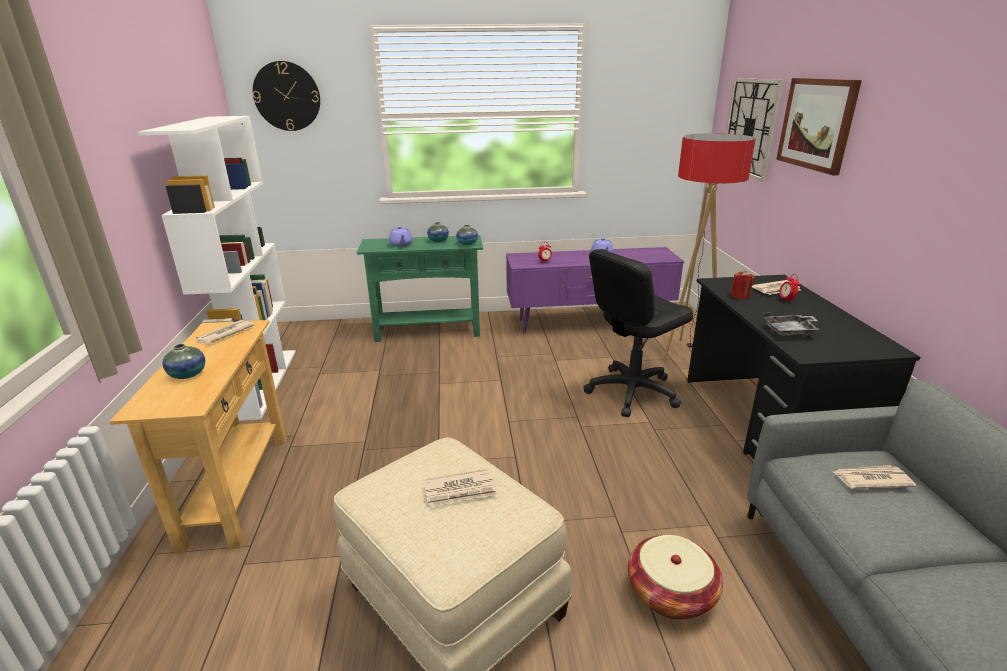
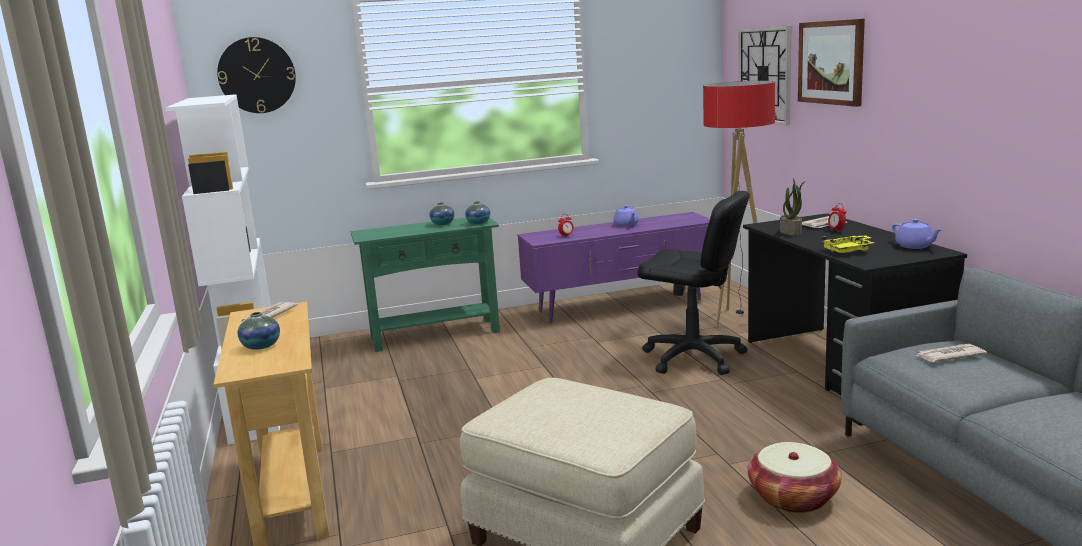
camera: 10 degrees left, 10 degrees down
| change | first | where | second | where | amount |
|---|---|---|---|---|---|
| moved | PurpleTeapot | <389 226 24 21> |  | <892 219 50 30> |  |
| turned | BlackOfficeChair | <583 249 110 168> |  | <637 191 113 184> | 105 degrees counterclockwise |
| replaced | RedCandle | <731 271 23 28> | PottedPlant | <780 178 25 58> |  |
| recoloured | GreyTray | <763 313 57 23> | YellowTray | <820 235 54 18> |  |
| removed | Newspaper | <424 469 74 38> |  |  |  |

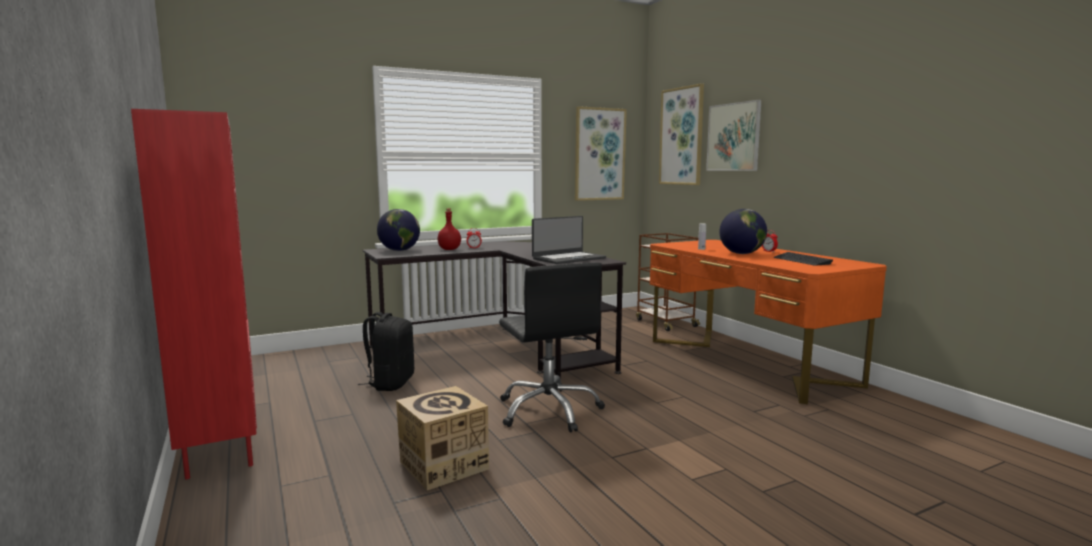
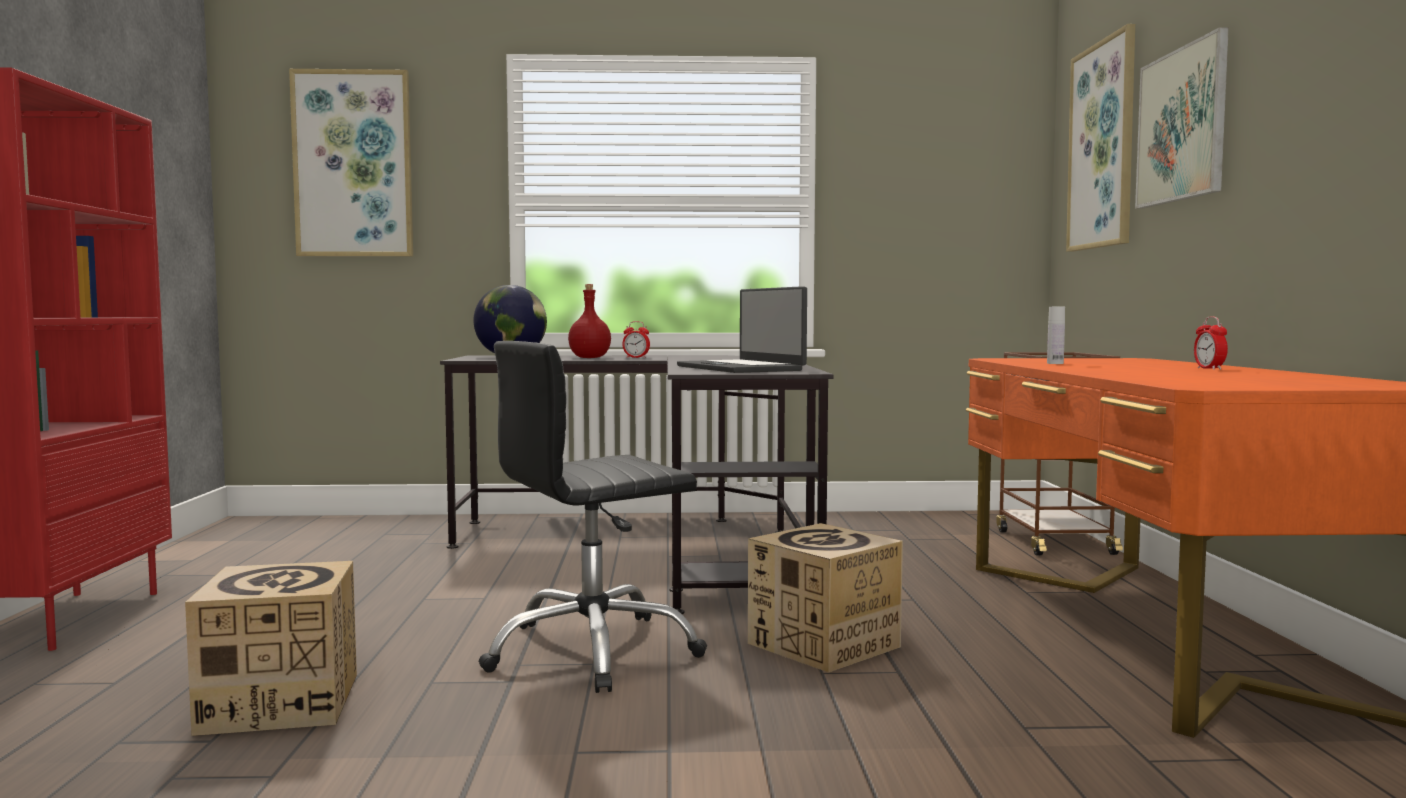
camera: 25 degrees right, 5 degrees down
| change | first | where | second | where | amount |
|---|---|---|---|---|---|
| moved | Picture | <575 106 52 95> |  | <289 69 124 188> |  |
| removed | Globe | <719 209 48 45> |  |  |  |
| turned | Laptop | <532 216 74 48> |  | <677 286 130 87> | 75 degrees clockwise |
| removed | Keyboard | <774 252 59 14> |  |  |  |
| turned | BlackOfficeChair | <499 263 106 170> |  | <479 341 228 352> | 60 degrees clockwise |
| removed | BlackBackpack | <358 312 56 79> |  |  |  |
| added |  |  | CardboardBox | <748 523 155 150> |  |

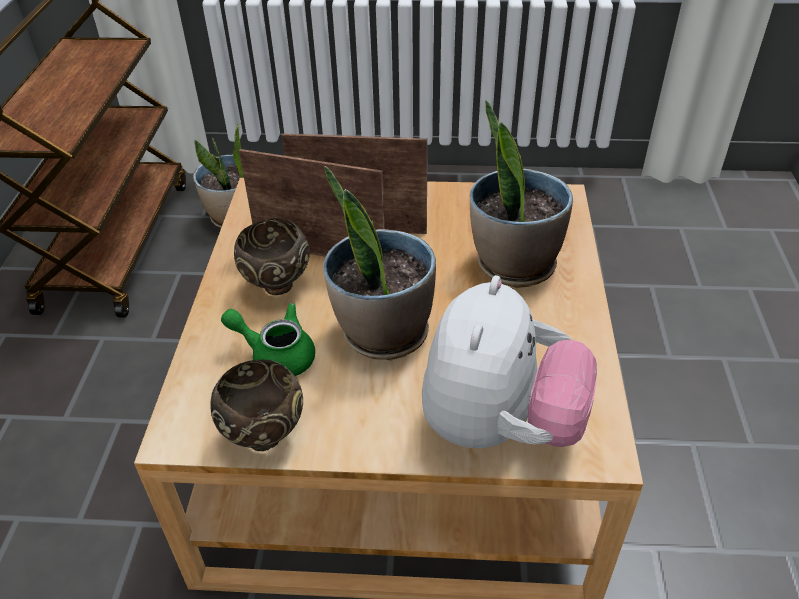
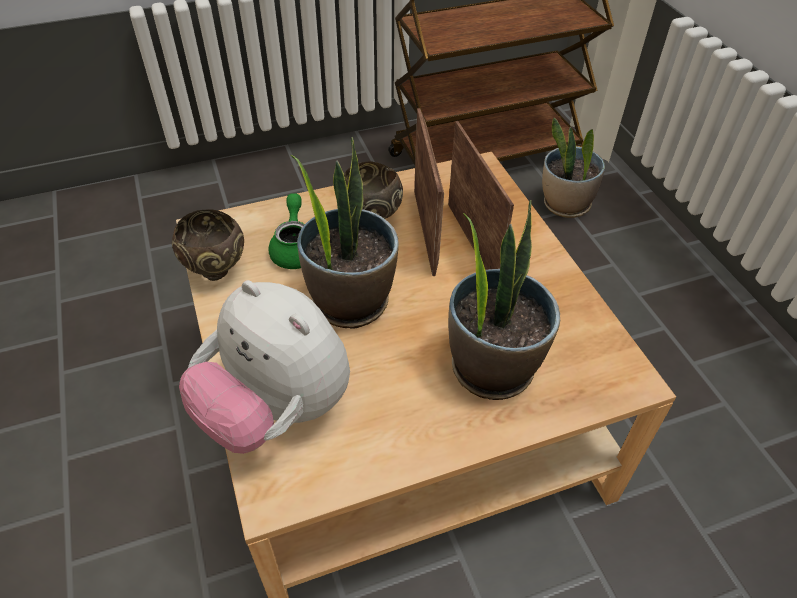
camera: 65 degrees right, 5 degrees up
| change | first | where | second | where | amount |
|---|---|---|---|---|---|
| turned | PlushToy | <422 275 175 173> |  | <179 280 171 174> | 45 degrees clockwise |

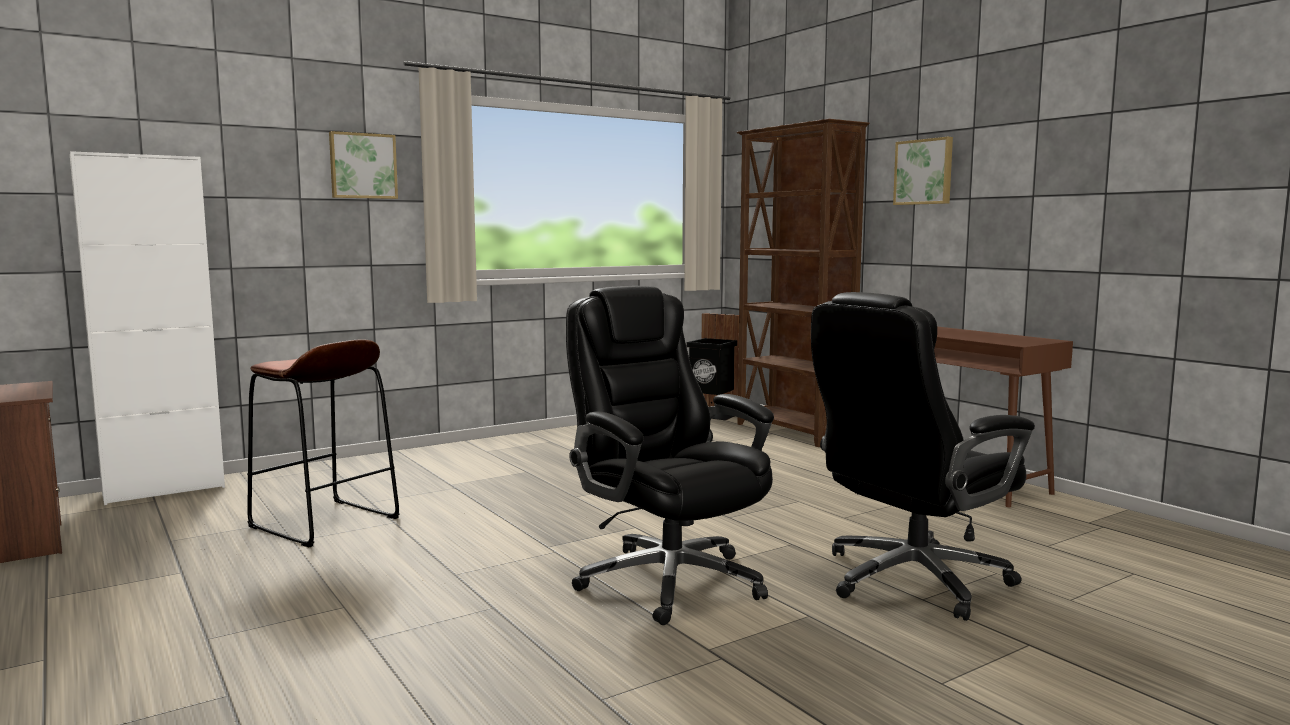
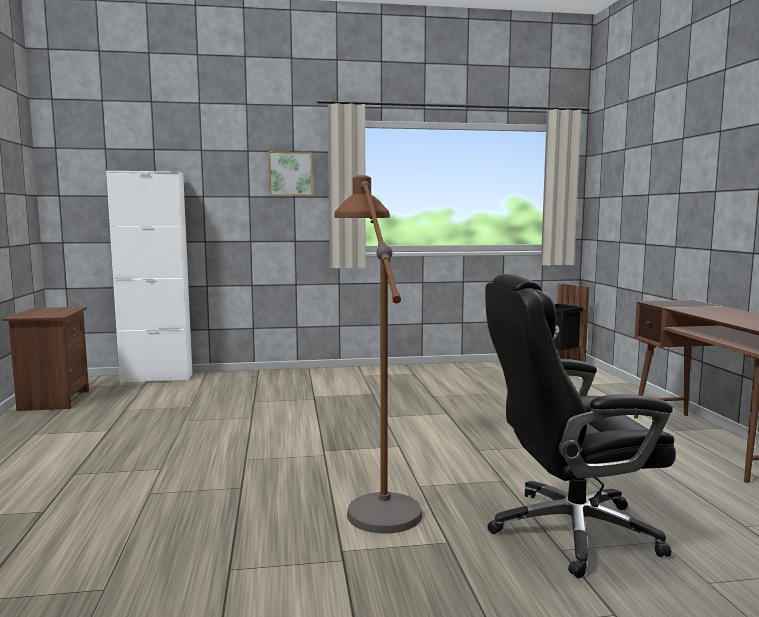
camera: 25 degrees right, 0 degrees up
| change | first | where | second | where | amount |
|---|---|---|---|---|---|
| removed | BrownBookcase | <737 119 133 328> |  |  |  |
| removed | Picture | <893 137 60 68> |  |  |  |
| replaced | BlackOfficeChair | <566 286 208 339> | BrownFloorLamp | <335 175 87 359> |  |
| removed | BrownStool | <247 339 153 208> |  |  |  |

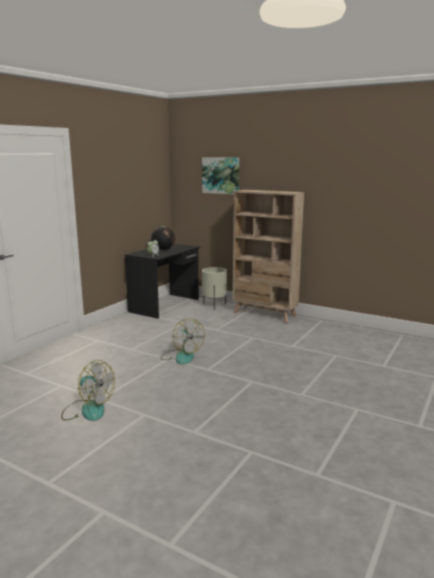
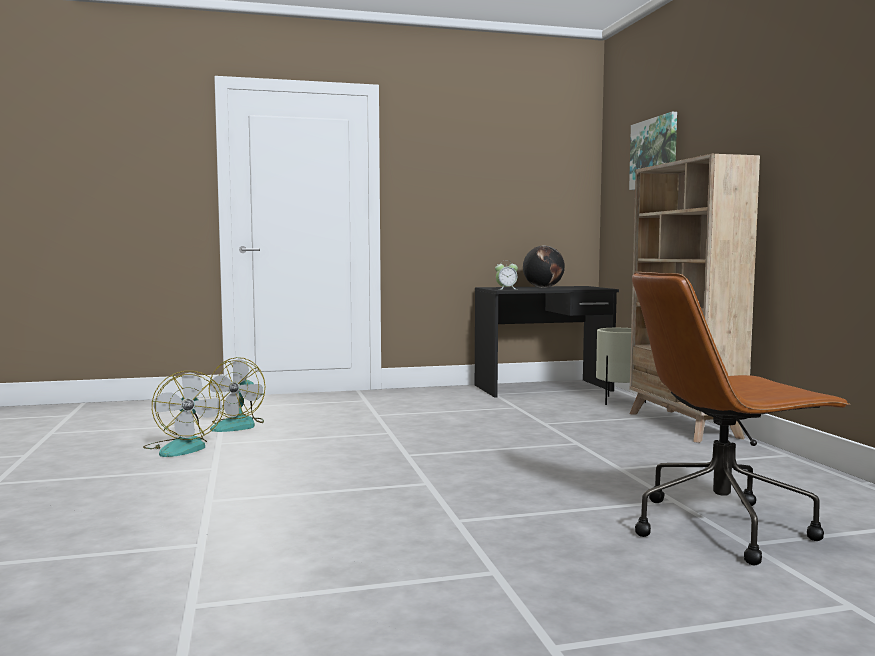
camera: 45 degrees right, 10 degrees down
| change | first | where | second | where | amount |
|---|---|---|---|---|---|
| moved | Fan | <161 318 44 47> |  | <209 357 56 75> |  |
| added |  |  | BrownOfficeChair | <632 272 218 293> |  |

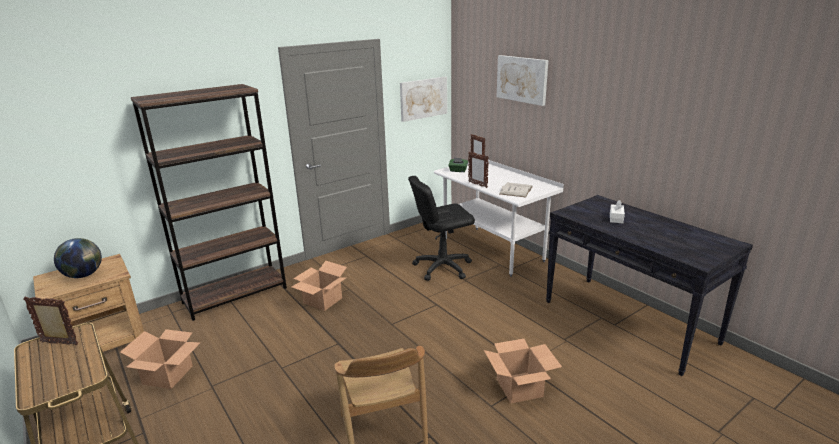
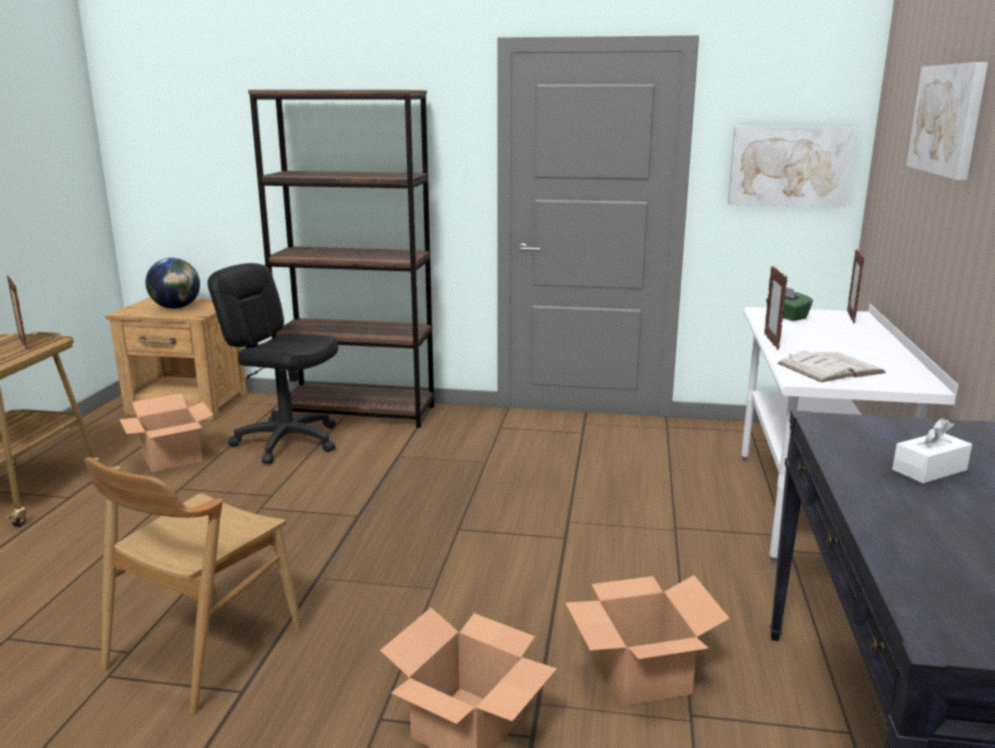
camera: 45 degrees right, 5 degrees down
| change | first | where | second | where | amount |
|---|---|---|---|---|---|
| moved | BlackOfficeChair | <408 176 67 105> |  | <208 263 130 201> |  |
| moved | CardboardBox | <292 261 55 50> |  | <565 575 165 131> |  |

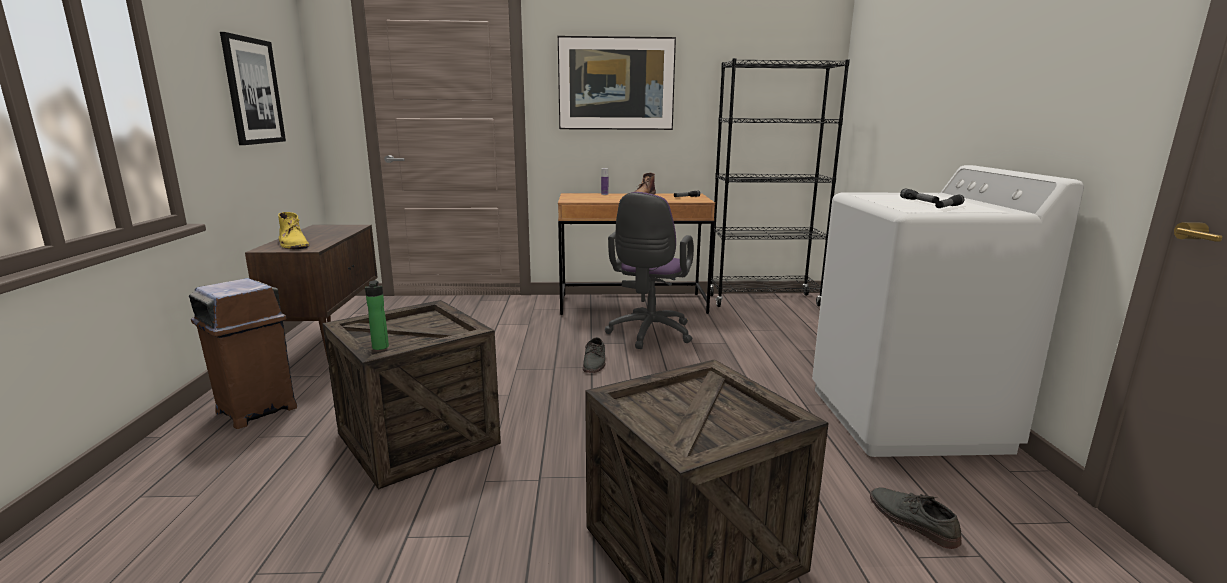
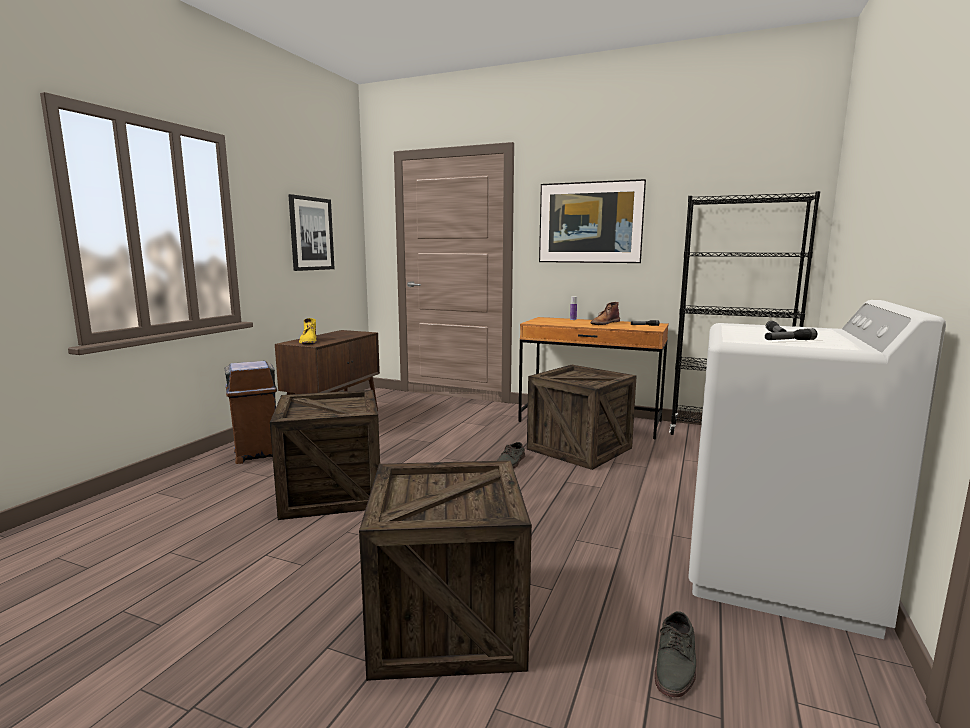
camera: 25 degrees right, 5 degrees down
| change | first | where | second | where | amount |
|---|---|---|---|---|---|
| replaced | PurpleOfficeChair | <605 192 89 157> | Crate | <527 365 110 105> |  |
| removed | Bottle | <365 280 24 70> |  |  |  |
| turned | GreyShoe | <870 487 92 62> |  | <655 611 41 86> | 150 degrees counterclockwise |

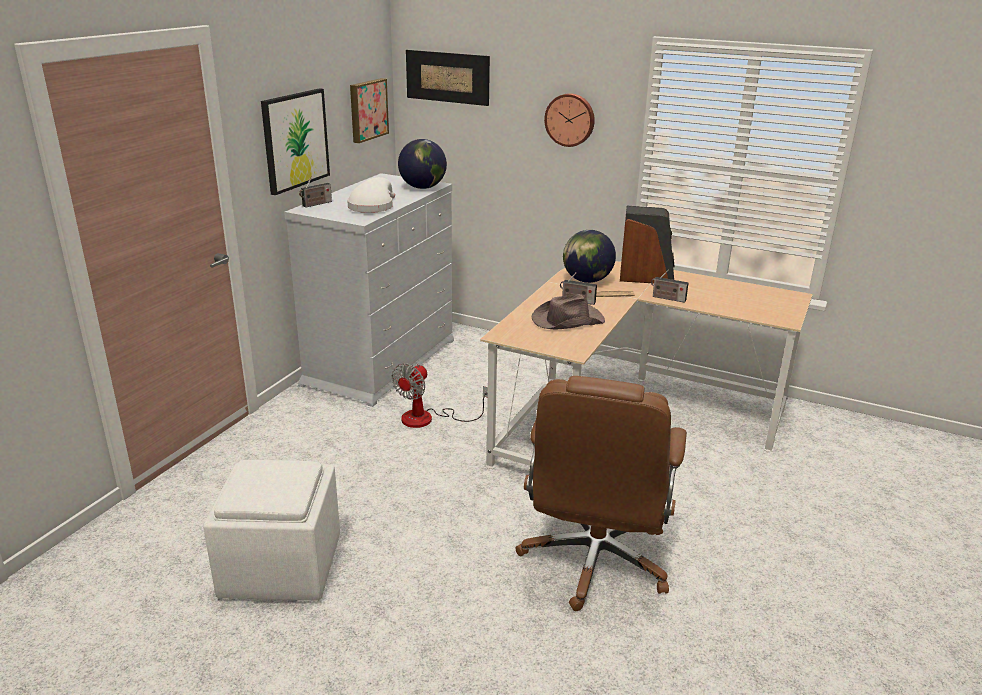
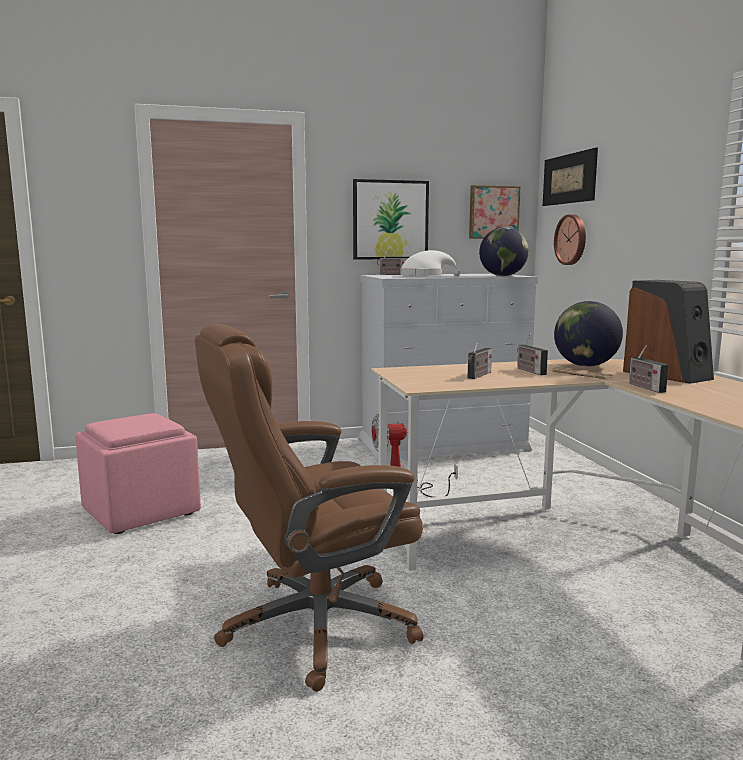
camera: 50 degrees right, 15 degrees down
| change | first | where | second | where | amount |
|---|---|---|---|---|---|
| moved | WallClock | <544 93 51 54> |  | <554 215 32 50> |  |
| replaced | BrownHat | <532 294 73 36> | Radio | <468 338 24 41> |  |
| recoloured | WhiteOttoman | <203 460 137 140> | PinkOttoman | <75 413 126 121> |  |

